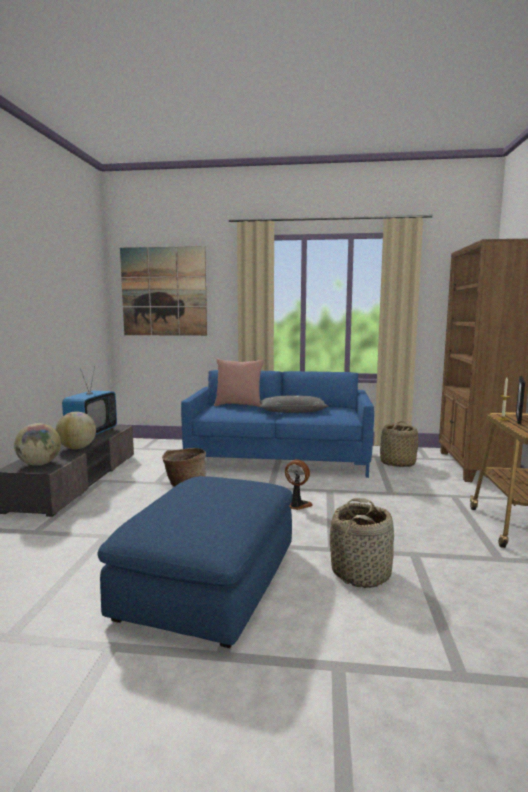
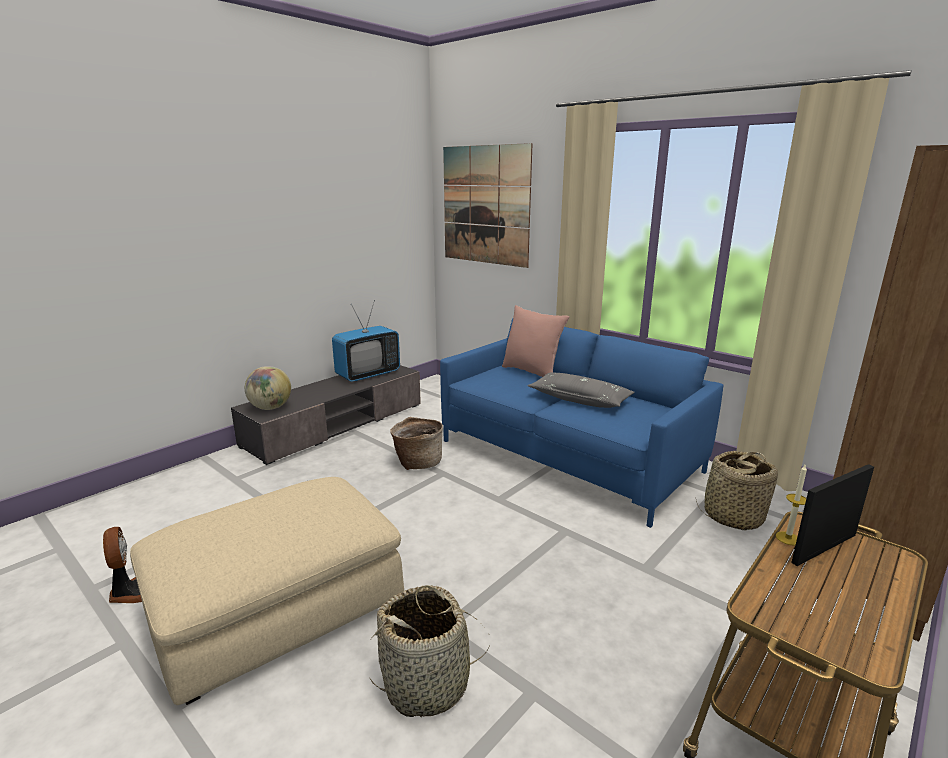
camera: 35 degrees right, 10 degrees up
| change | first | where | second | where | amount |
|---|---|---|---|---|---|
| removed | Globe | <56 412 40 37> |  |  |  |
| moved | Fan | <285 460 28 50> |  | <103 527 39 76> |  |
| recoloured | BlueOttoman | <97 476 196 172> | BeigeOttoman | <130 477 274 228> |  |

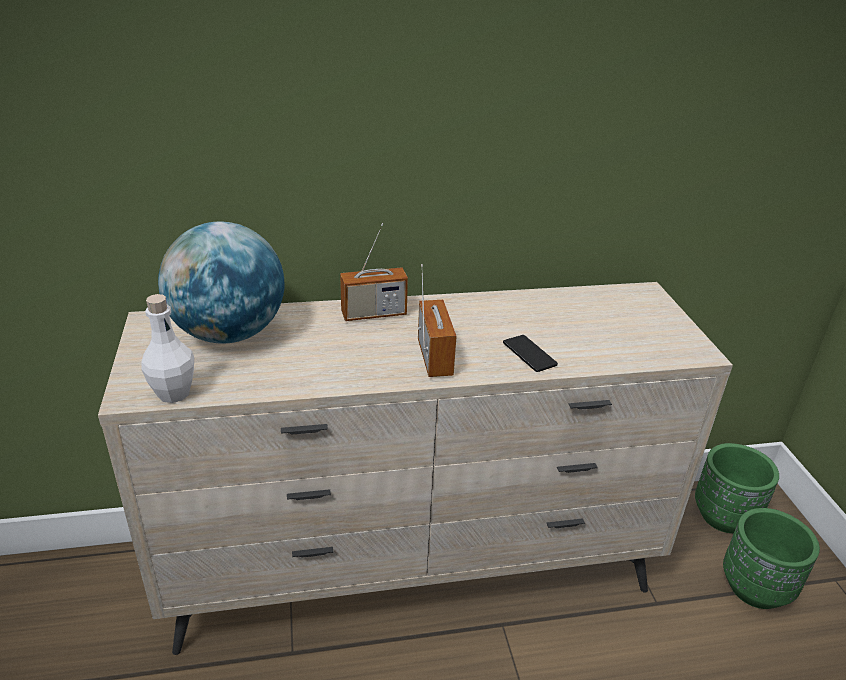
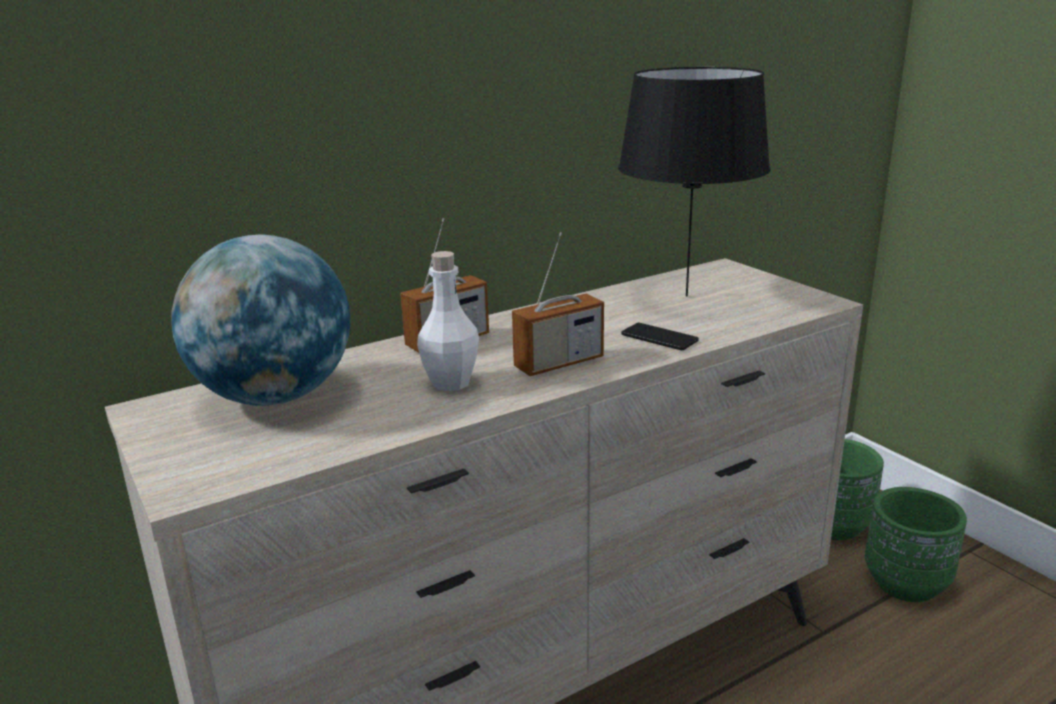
camera: 20 degrees left, 10 degrees down
| change | first | where | second | where | amount |
|---|---|---|---|---|---|
| turned | Radio | <418 264 39 113> |  | <512 232 92 144> | 90 degrees clockwise |
| moved | WhiteBottle | <141 294 53 109> |  | <417 251 62 140> |  |
| added |  |  | BlackTableLamp | <618 67 153 229> |  |

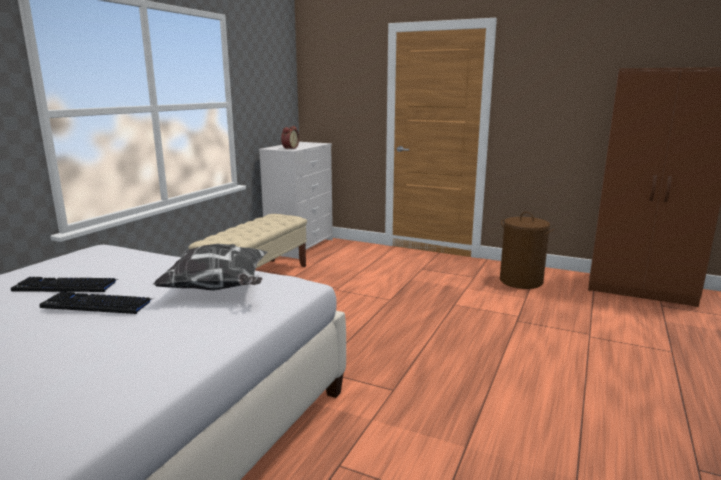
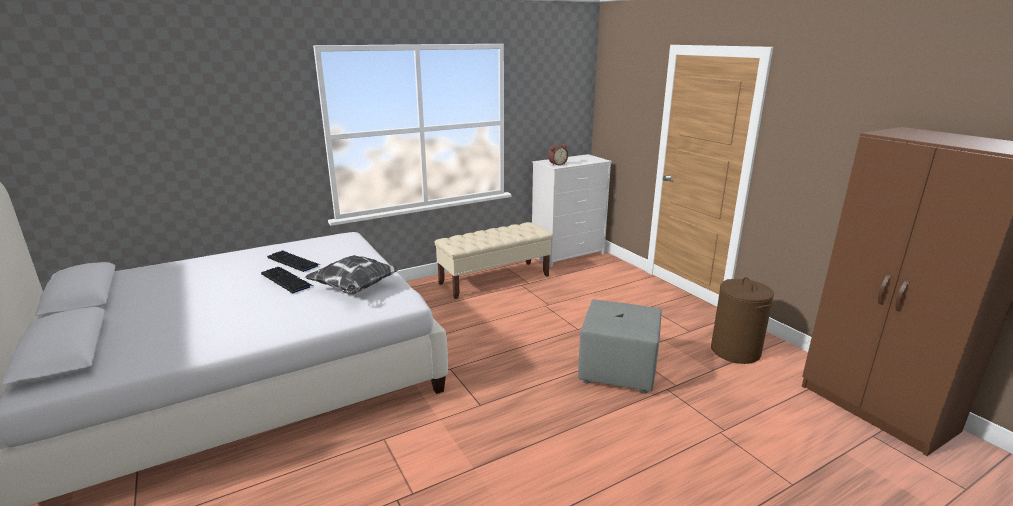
camera: 35 degrees right, 5 degrees up
| change | first | where | second | where | amount |
|---|---|---|---|---|---|
| added |  |  | GreyOttoman | <578 299 84 95> |  |

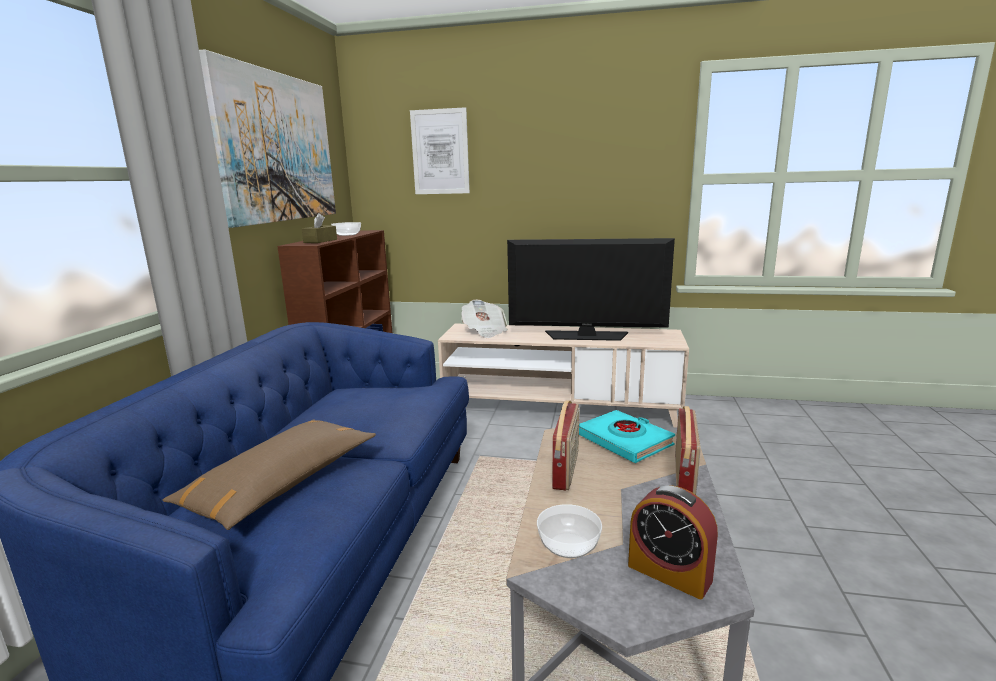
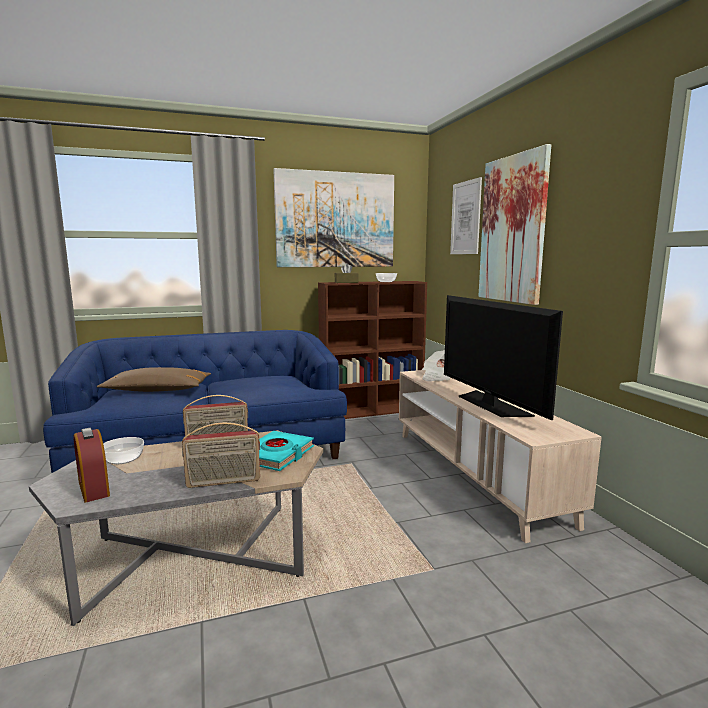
camera: 60 degrees right, 5 degrees down
| change | first | where | second | where | amount |
|---|---|---|---|---|---|
| turned | AlarmClock | <628 485 90 114> |  | <73 428 37 74> | 45 degrees counterclockwise |
| added |  |  | Picture | <478 144 73 161> |  |

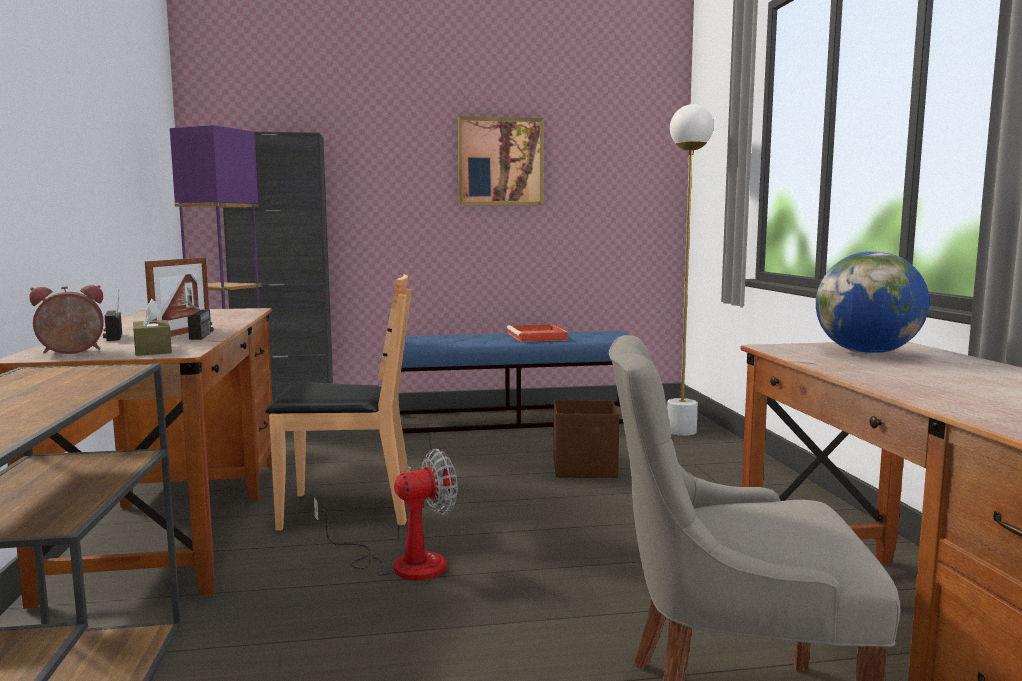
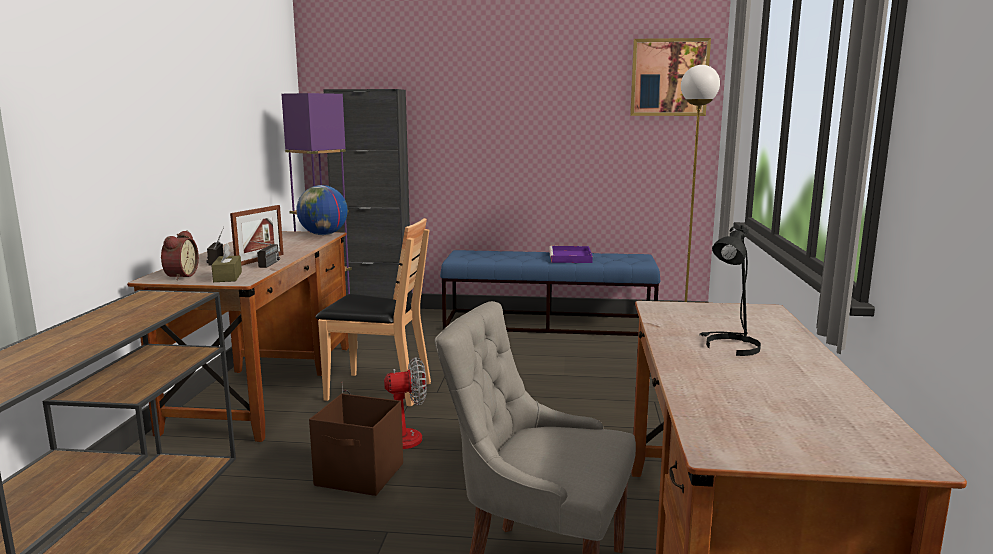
camera: 15 degrees right, 5 degrees up
| change | first | where | second | where | amount |
|---|---|---|---|---|---|
| moved | Picture | <458 116 86 89> |  | <630 38 81 78> |  |
| moved | Globe | <816 251 113 103> |  | <296 185 52 50> |  |
| turned | AlarmClock | <29 285 75 69> |  | <161 230 38 50> | 105 degrees clockwise |
| recoloured | RedTray | <507 324 61 18> | PurpleTray | <549 246 44 17> |  |
| moved | BrownStorageBox | <553 400 66 78> |  | <309 394 94 102> |  |
| added |  |  | BlackTableLamp | <699 225 62 131> |  |

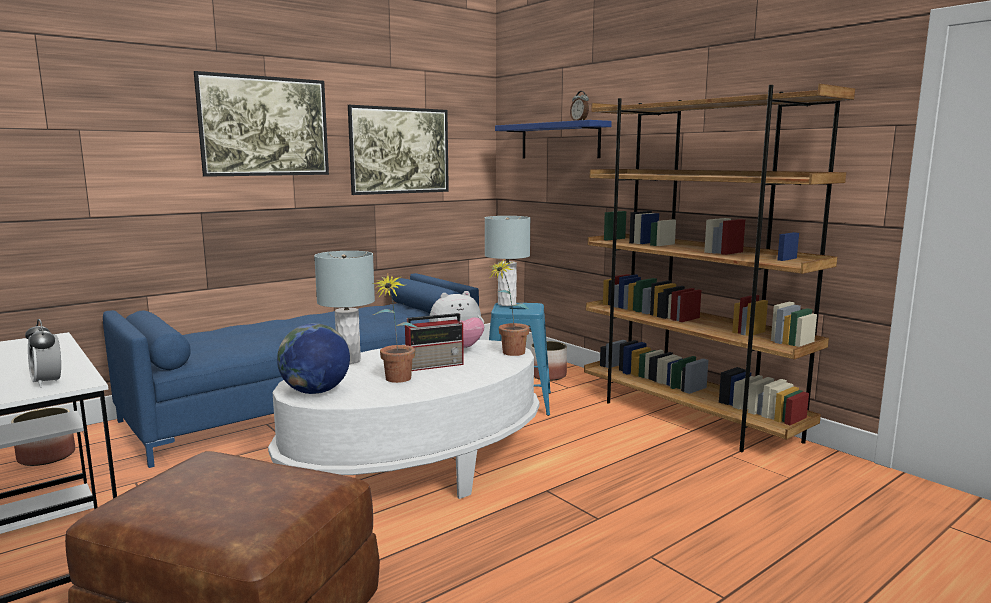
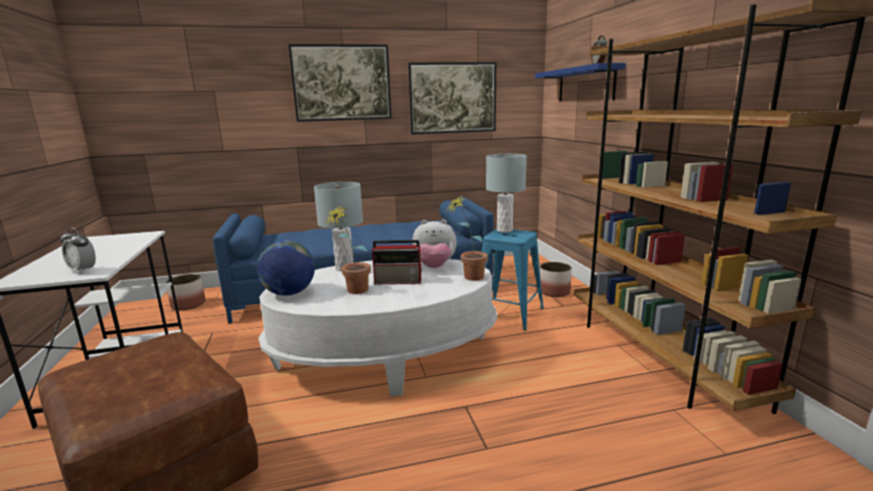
camera: 25 degrees right, 5 degrees up
| change | first | where | second | where | amount |
|---|---|---|---|---|---|
| turned | AlarmClock | <25 319 36 69> |  | <60 227 36 47> | 45 degrees counterclockwise |

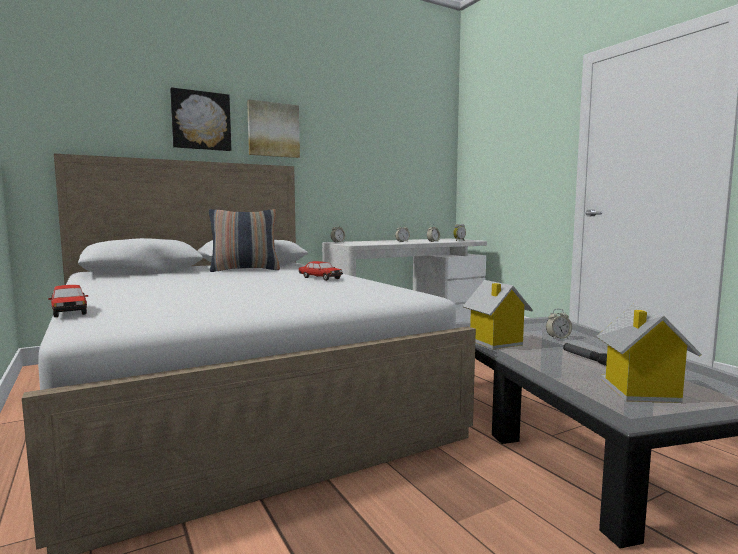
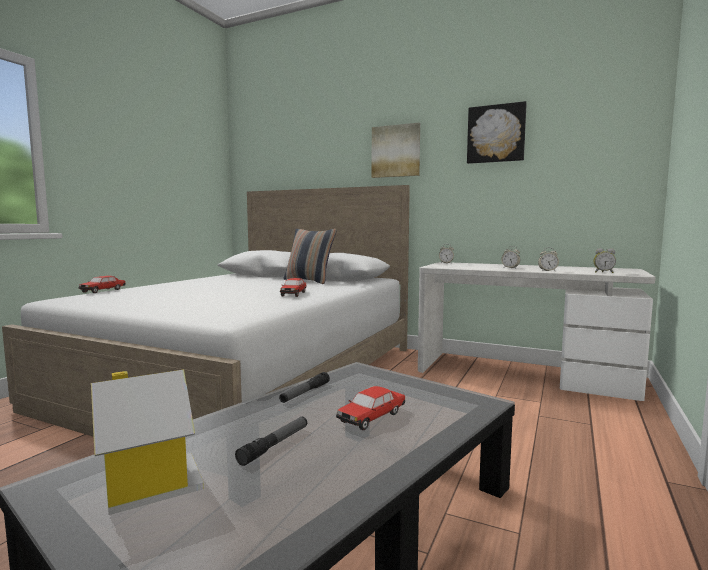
camera: 55 degrees right, 0 degrees up
| change | first | where | second | where | amount |
|---|---|---|---|---|---|
| moved | Picture | <170 87 61 64> |  | <467 101 60 63> |  |
| replaced | ToyHouse | <463 280 70 69> | Flashlight | <279 372 51 31> |  |
| replaced | AlarmClock | <546 309 26 30> | ToyCar | <336 386 70 44> |  |

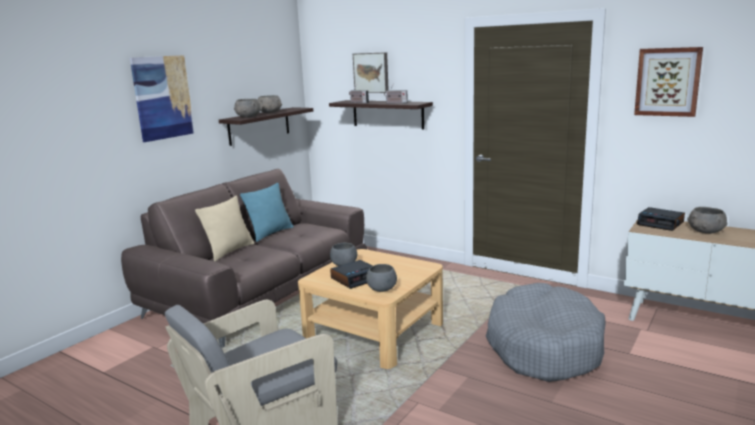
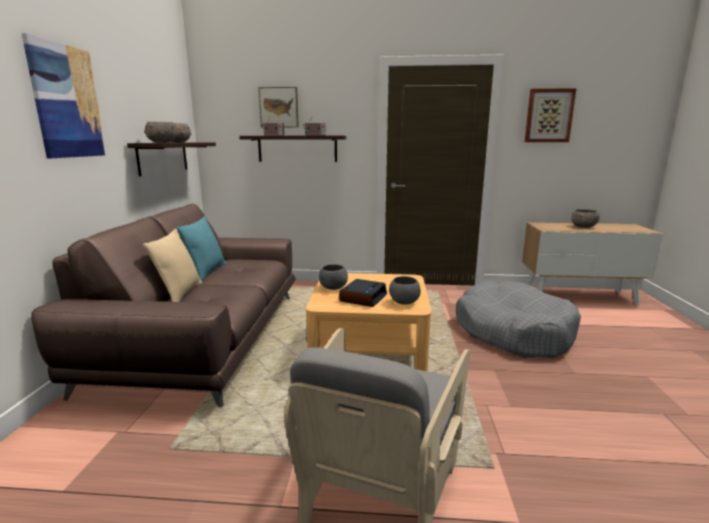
camera: 30 degrees left, 0 degrees up
| change | first | where | second | where | amount |
|---|---|---|---|---|---|
| removed | AlarmClock | <637 207 48 24> |  |  |  |

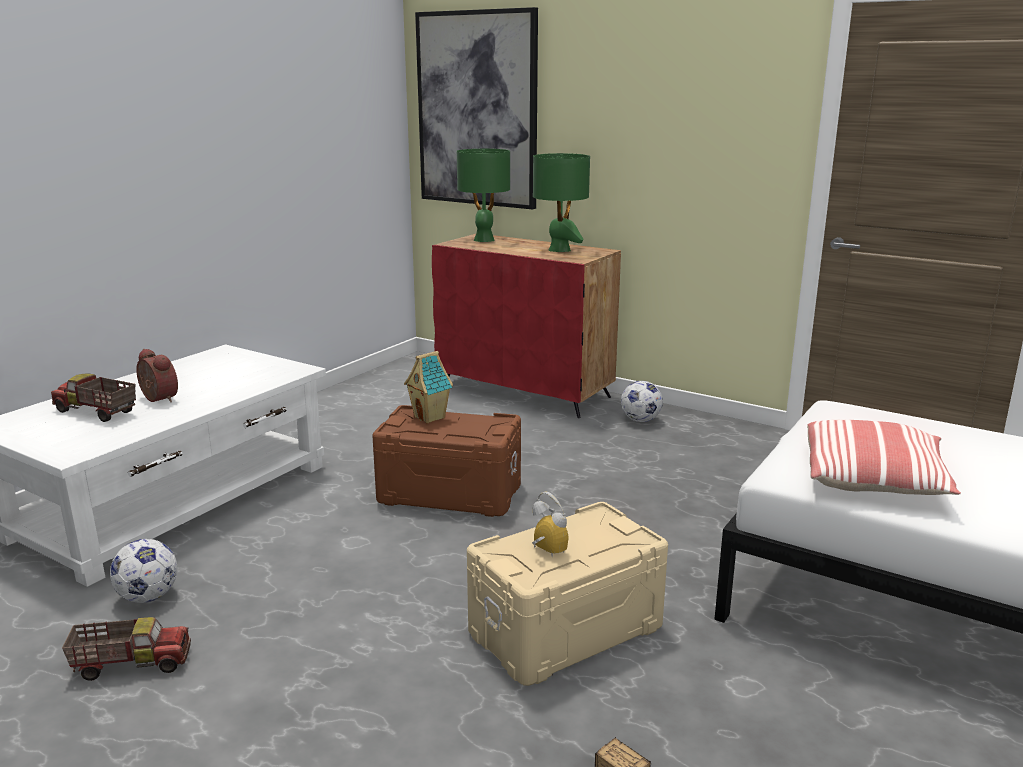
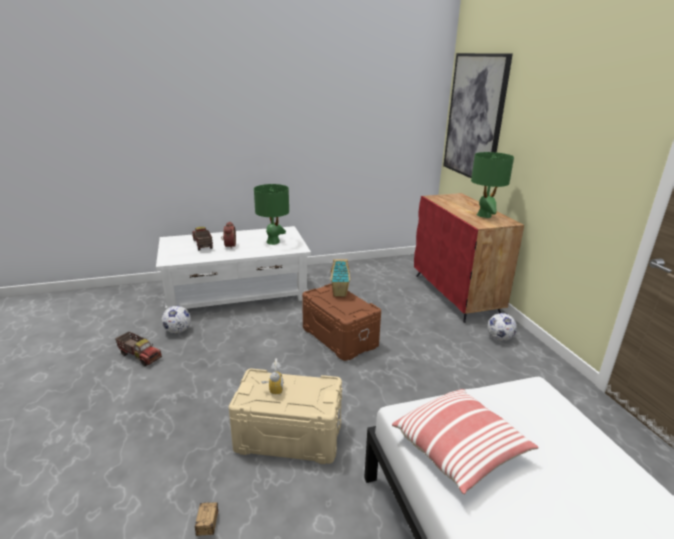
camera: 40 degrees right, 5 degrees up
| change | first | where | second | where | amount |
|---|---|---|---|---|---|
| moved | GreenTableLamp | <457 149 53 93> |  | <254 184 35 61> |  |

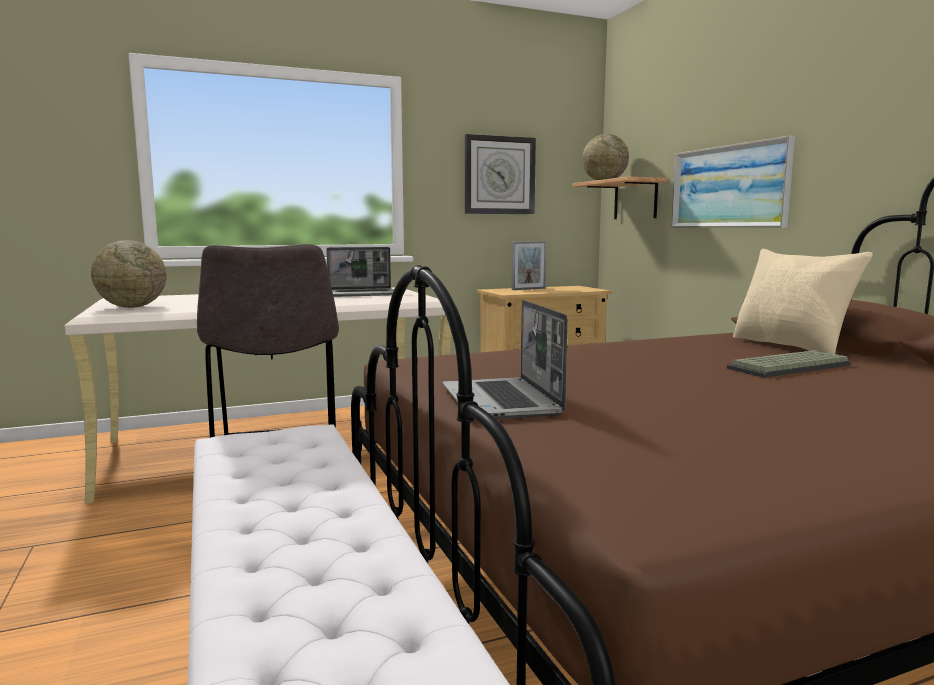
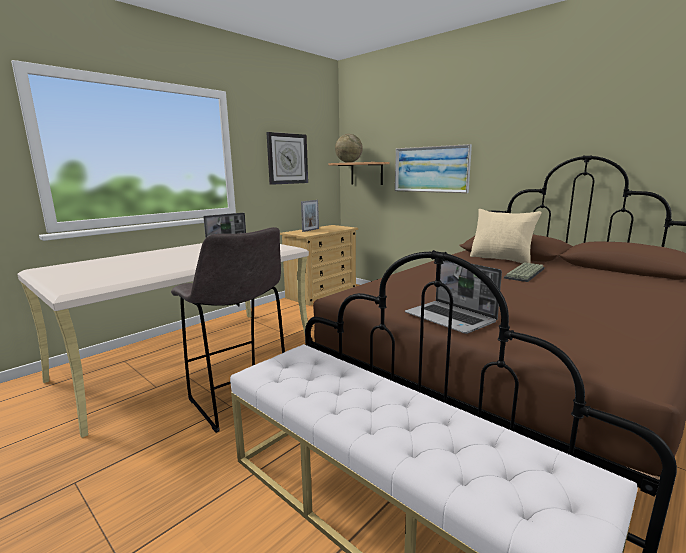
camera: 25 degrees left, 5 degrees up
| change | first | where | second | where | amount |
|---|---|---|---|---|---|
| removed | Globe | <91 240 76 68> |  |  |  |

